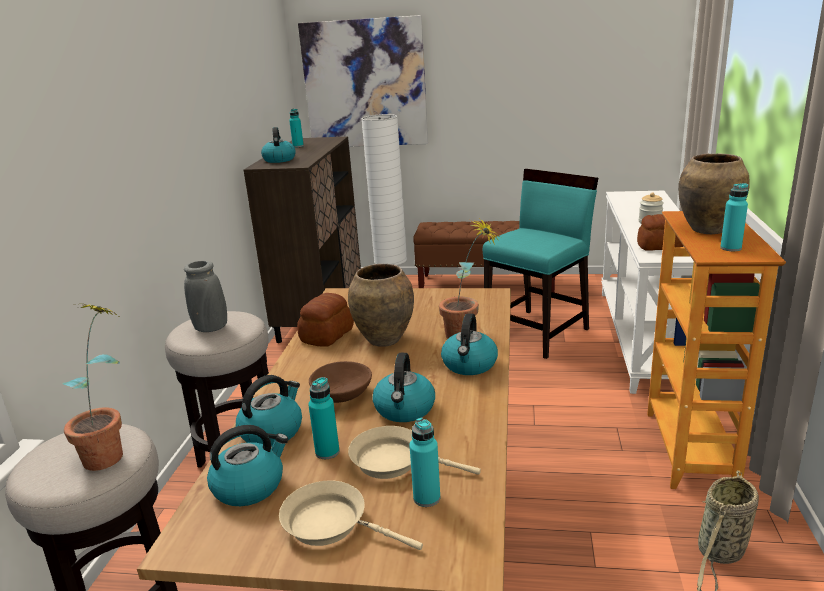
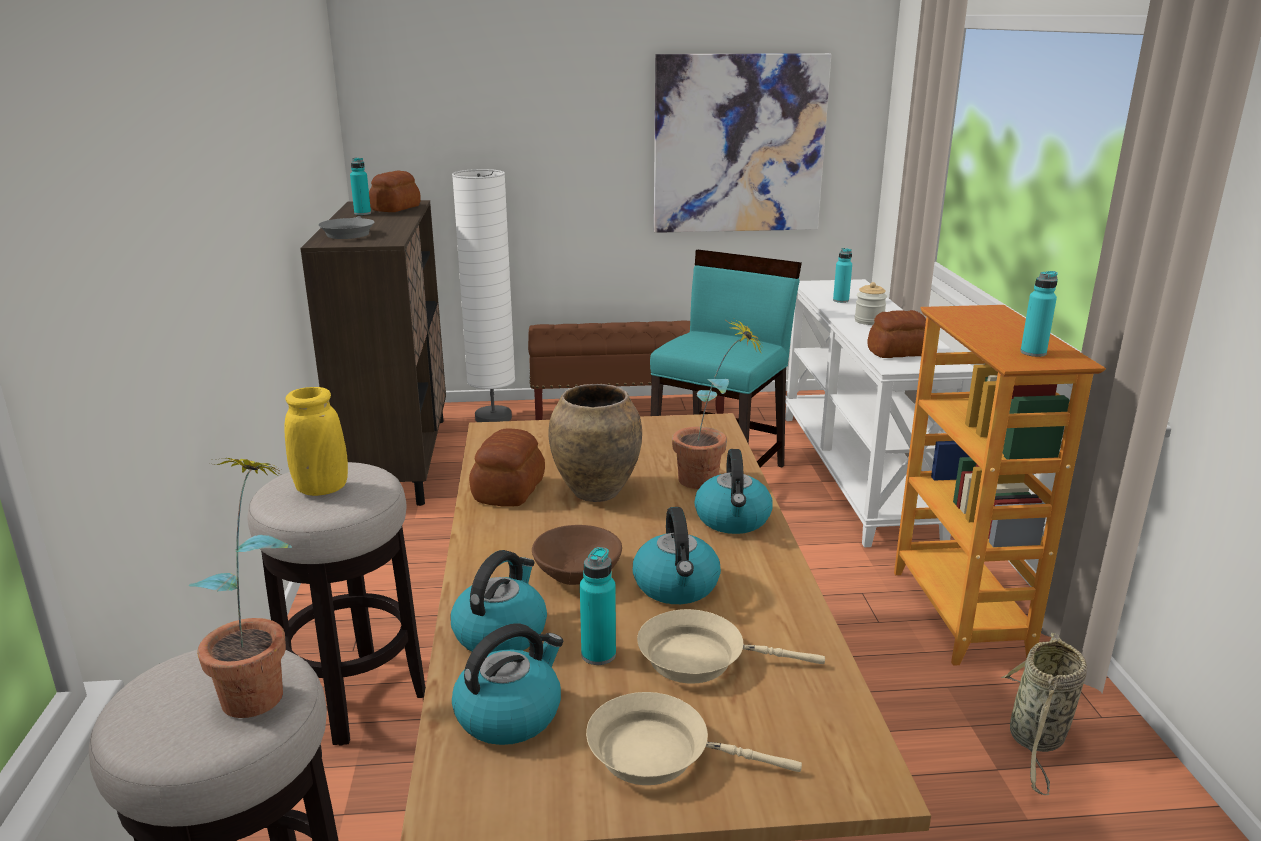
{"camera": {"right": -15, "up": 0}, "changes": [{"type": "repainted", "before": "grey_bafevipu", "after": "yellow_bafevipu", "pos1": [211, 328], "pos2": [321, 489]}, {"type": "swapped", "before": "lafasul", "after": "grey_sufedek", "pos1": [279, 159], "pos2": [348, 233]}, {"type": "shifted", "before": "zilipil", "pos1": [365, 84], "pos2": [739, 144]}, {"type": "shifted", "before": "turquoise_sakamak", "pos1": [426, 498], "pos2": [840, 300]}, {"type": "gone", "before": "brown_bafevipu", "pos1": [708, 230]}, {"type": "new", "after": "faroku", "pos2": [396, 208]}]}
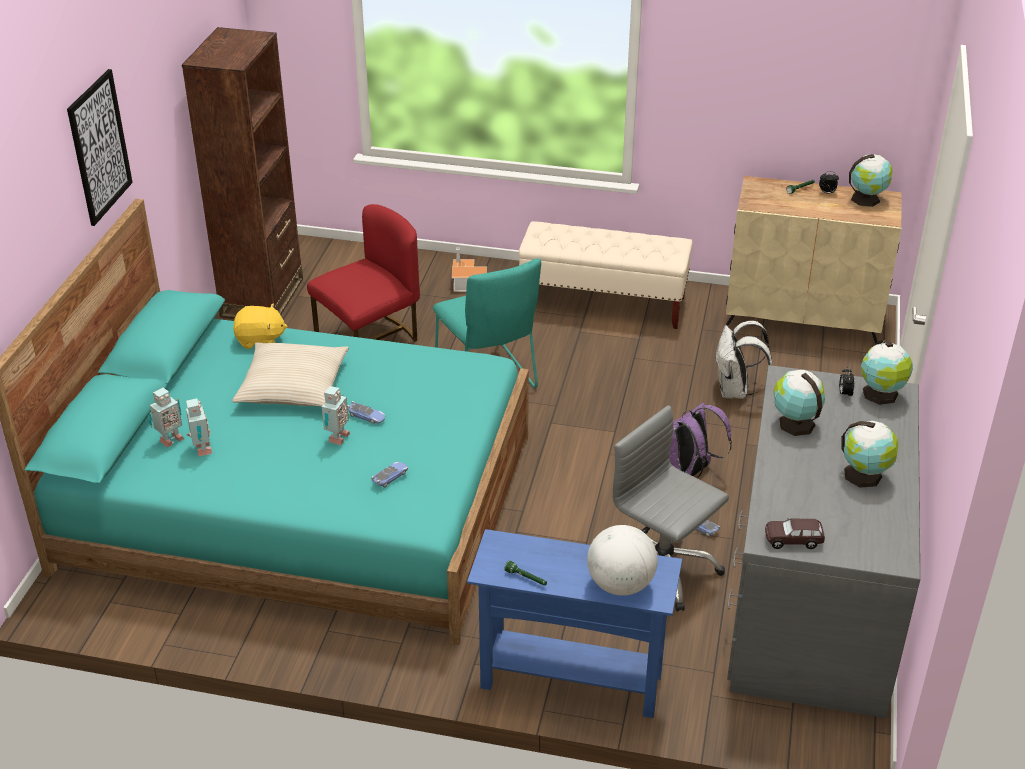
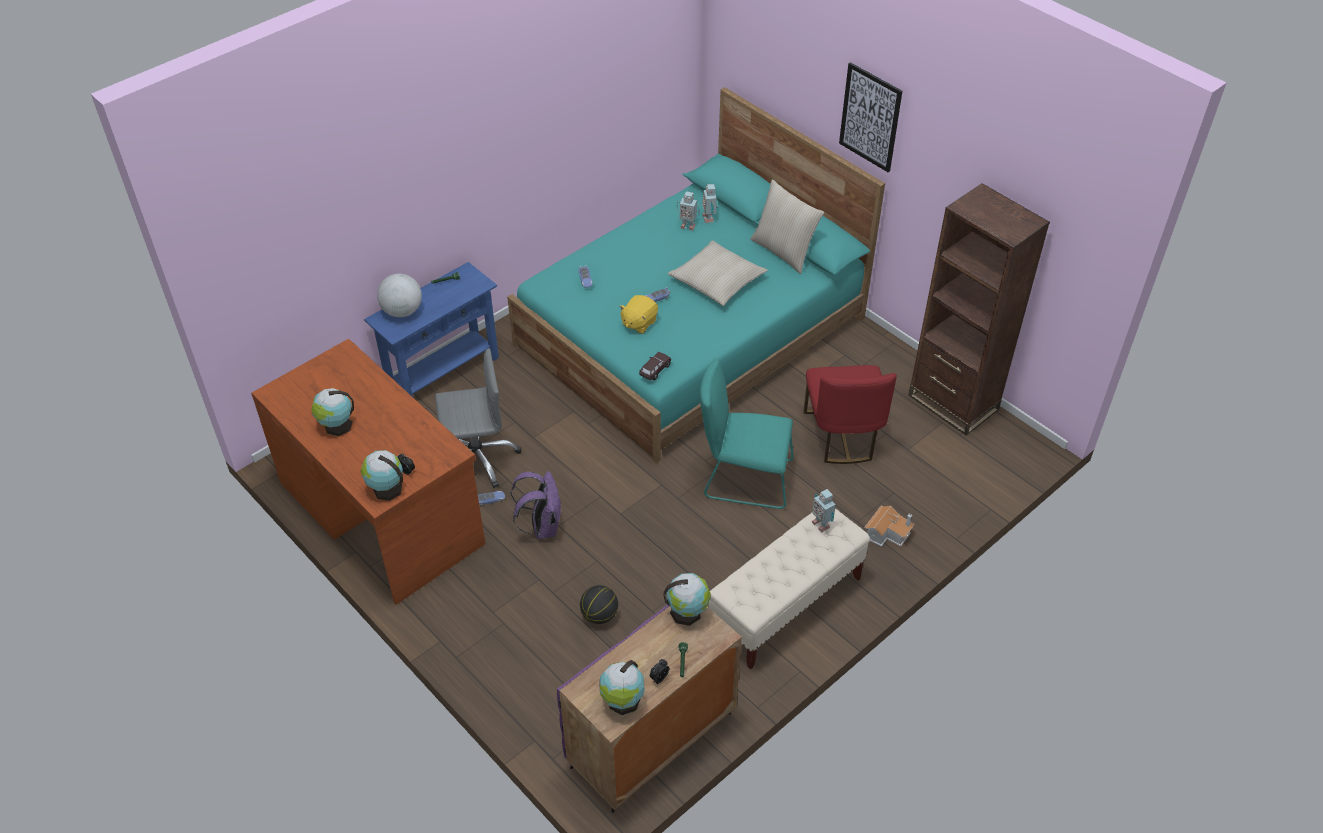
{"camera": {"right": 125, "up": 10}, "changes": [{"type": "shifted", "before": "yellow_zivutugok", "pos1": [260, 340], "pos2": [638, 323]}, {"type": "shifted", "before": "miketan", "pos1": [337, 438], "pos2": [821, 524]}, {"type": "swapped", "before": "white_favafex", "after": "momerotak", "pos1": [735, 391], "pos2": [599, 615]}, {"type": "repainted", "before": "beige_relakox", "after": "purple_relakox", "pos1": [803, 317], "pos2": [651, 741]}, {"type": "repainted", "before": "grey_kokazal", "after": "brown_kokazal", "pos1": [812, 600], "pos2": [382, 511]}, {"type": "shifted", "before": "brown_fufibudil", "pos1": [793, 540], "pos2": [655, 370]}, {"type": "shifted", "before": "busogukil", "pos1": [794, 423], "pos2": [687, 612]}, {"type": "new", "after": "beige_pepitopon", "pos2": [784, 251]}]}
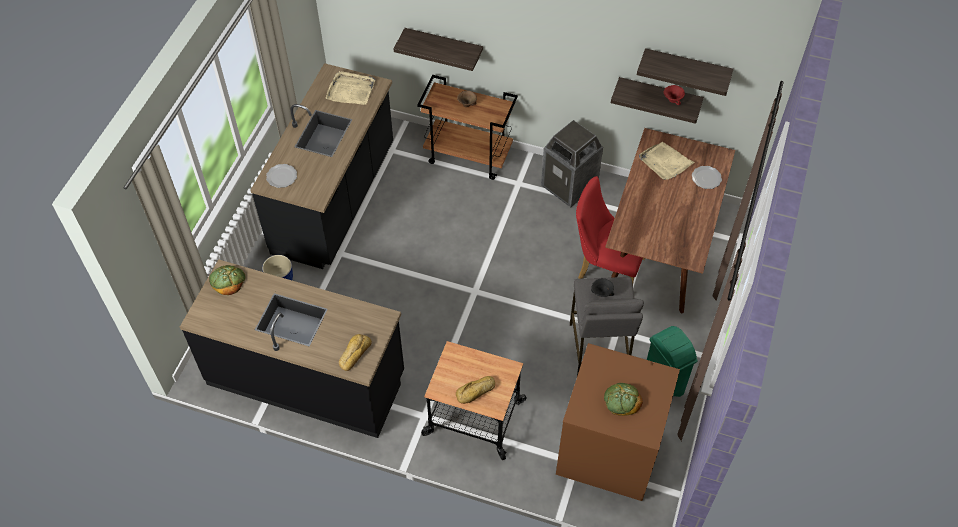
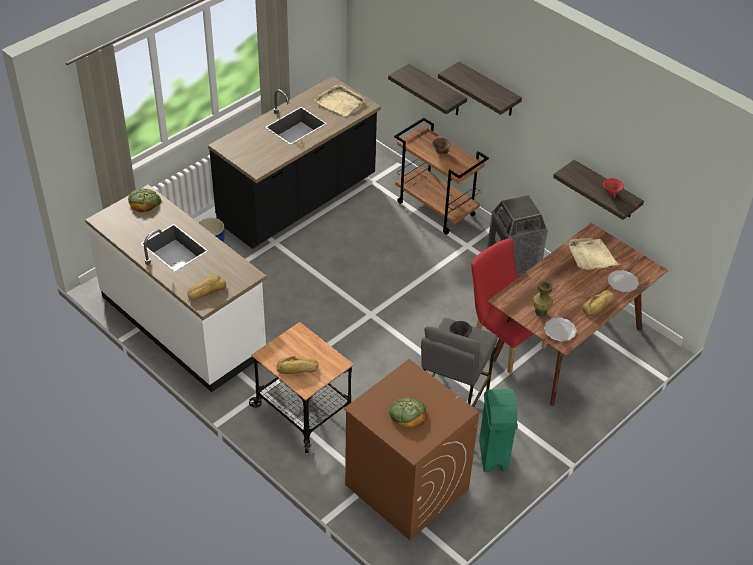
{"camera": {"right": 25, "up": -10}, "changes": [{"type": "repainted", "before": "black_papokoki", "after": "white_papokoki", "pos1": [306, 378], "pos2": [184, 324]}, {"type": "shifted", "before": "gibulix", "pos1": [281, 176], "pos2": [559, 330]}, {"type": "shifted", "before": "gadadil", "pos1": [686, 69], "pos2": [488, 90]}, {"type": "new", "after": "green_bafevipu", "pos2": [540, 312]}, {"type": "new", "after": "faroku", "pos2": [599, 306]}]}
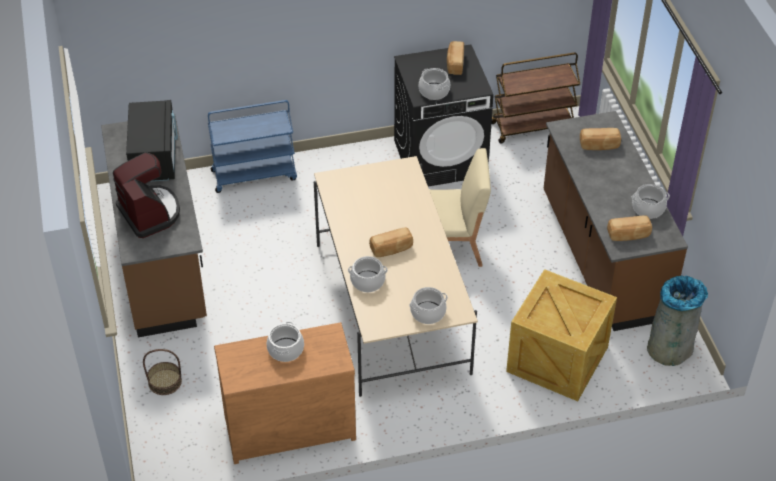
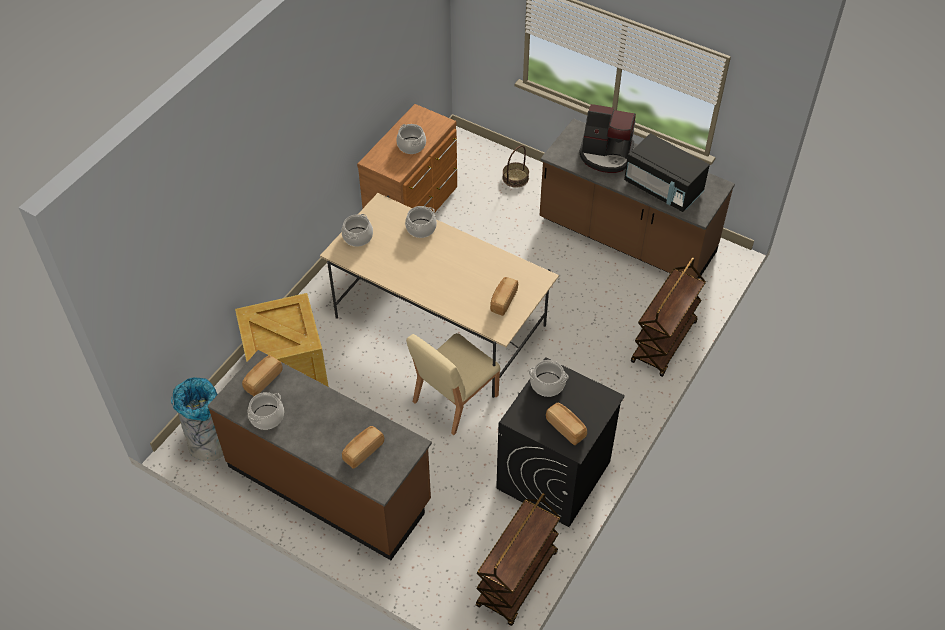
{"camera": {"right": 135, "up": 5}, "changes": [{"type": "repainted", "before": "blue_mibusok", "after": "brown_mibusok", "pos1": [254, 174], "pos2": [664, 343]}, {"type": "shifted", "before": "faroku", "pos1": [391, 249], "pos2": [503, 301]}]}
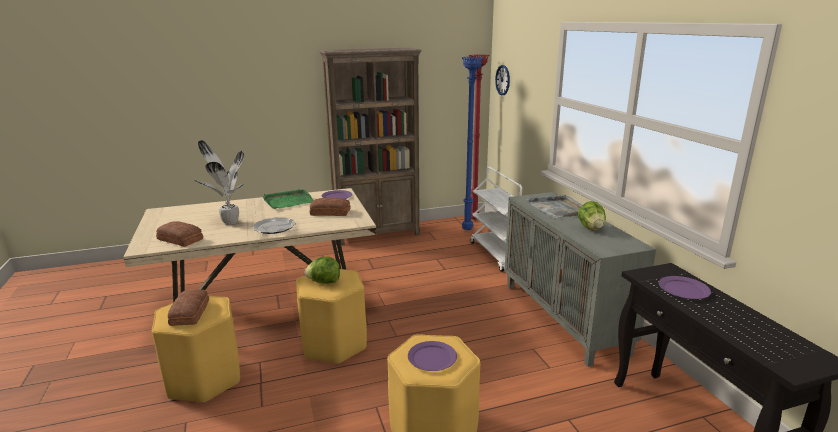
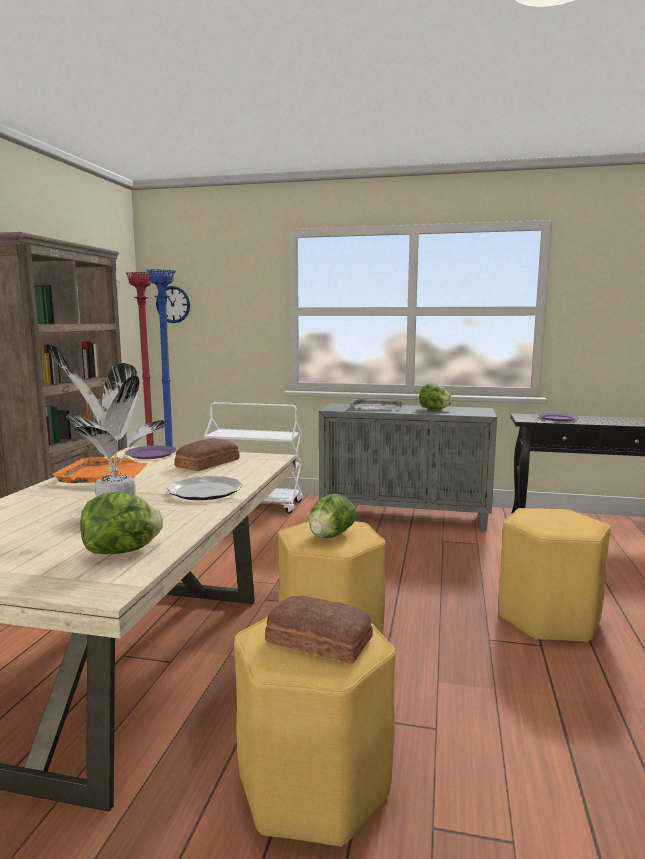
{"camera": {"right": -60, "up": -10}, "changes": [{"type": "swapped", "before": "faroku", "after": "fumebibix", "pos1": [180, 239], "pos2": [122, 551]}, {"type": "repainted", "before": "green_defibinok", "after": "orange_defibinok", "pos1": [288, 201], "pos2": [104, 474]}, {"type": "gone", "before": "purple_gibulix", "pos1": [432, 358]}]}
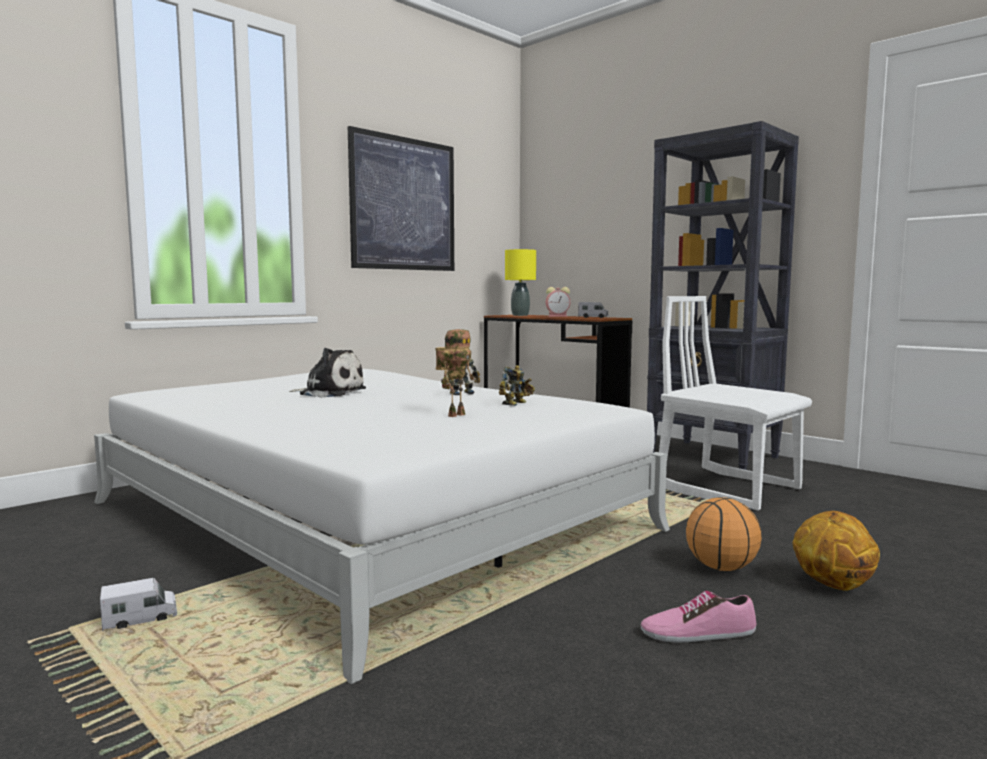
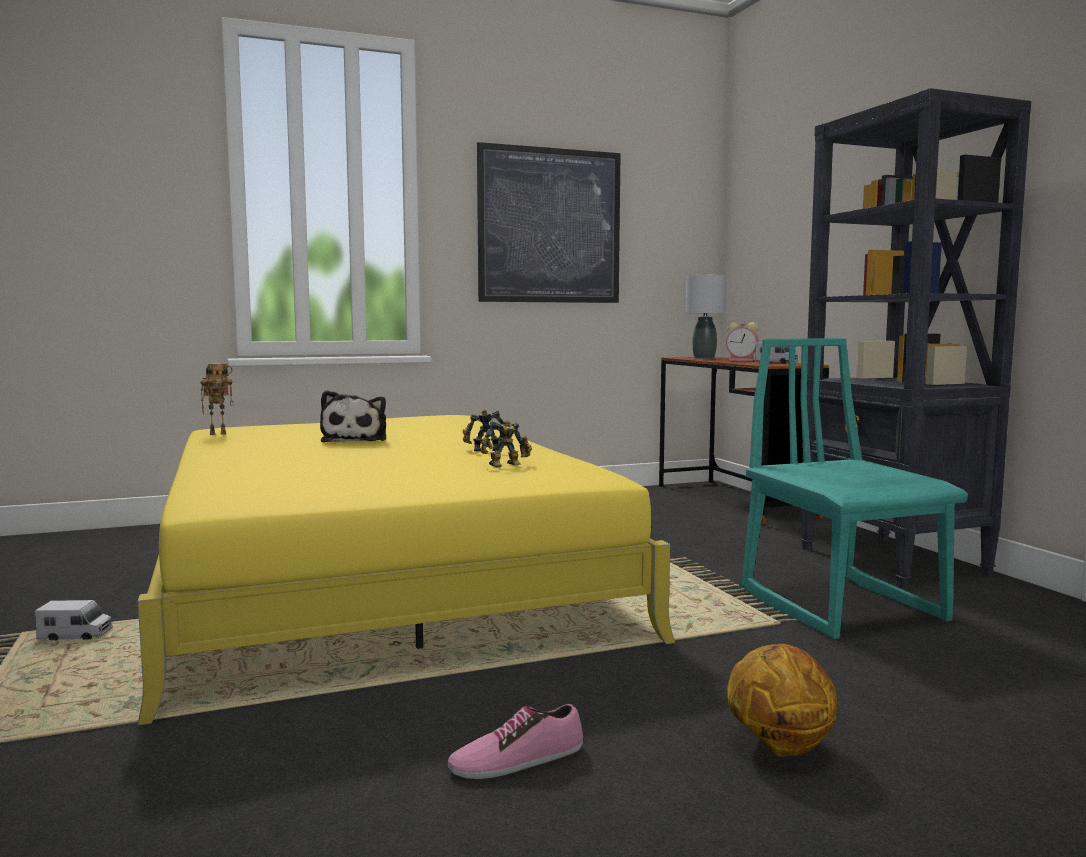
{"camera": {"right": 25, "up": 0}, "changes": [{"type": "repainted", "before": "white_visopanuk", "after": "yellow_visopanuk", "pos1": [364, 515], "pos2": [376, 575]}, {"type": "rotated", "before": "zivutugok", "pos1": [330, 393], "pos2": [356, 440], "turn": 45}, {"type": "shifted", "before": "miketan", "pos1": [456, 415], "pos2": [219, 434]}, {"type": "repainted", "before": "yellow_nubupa", "after": "grey_nubupa", "pos1": [520, 315], "pos2": [703, 358]}, {"type": "rotated", "before": "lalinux", "pos1": [697, 632], "pos2": [516, 759], "turn": -45}, {"type": "repainted", "before": "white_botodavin", "after": "turquoise_botodavin", "pos1": [729, 488], "pos2": [843, 606]}, {"type": "gone", "before": "momerotak", "pos1": [722, 568]}]}
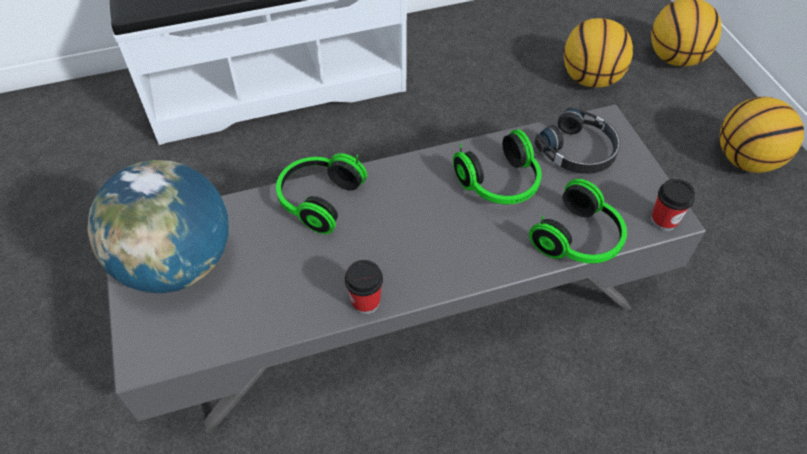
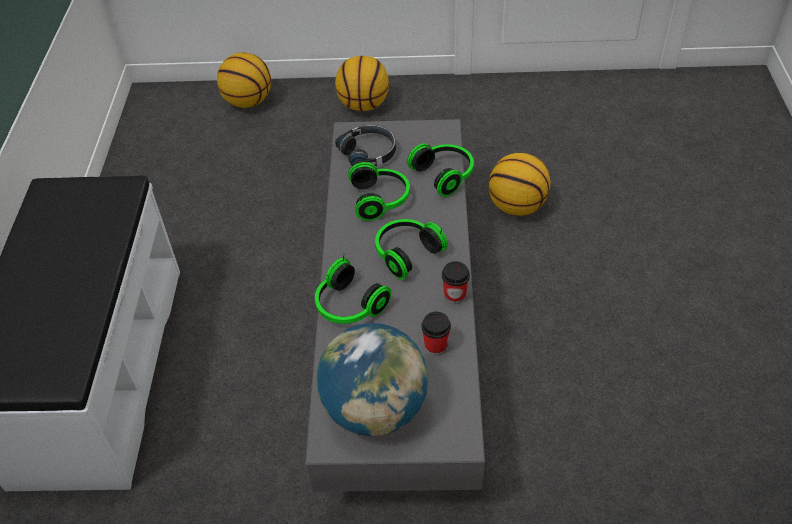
{"camera": {"right": -70, "up": -5}, "changes": [{"type": "shifted", "before": "momerotak", "pos1": [590, 79], "pos2": [517, 206]}, {"type": "shifted", "before": "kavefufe", "pos1": [664, 220], "pos2": [436, 346]}, {"type": "new", "after": "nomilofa", "pos2": [406, 253]}]}
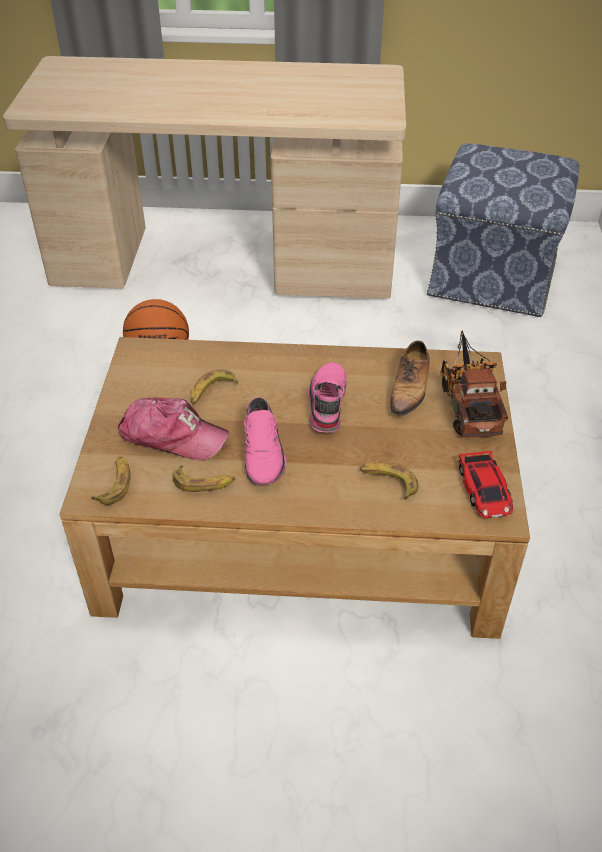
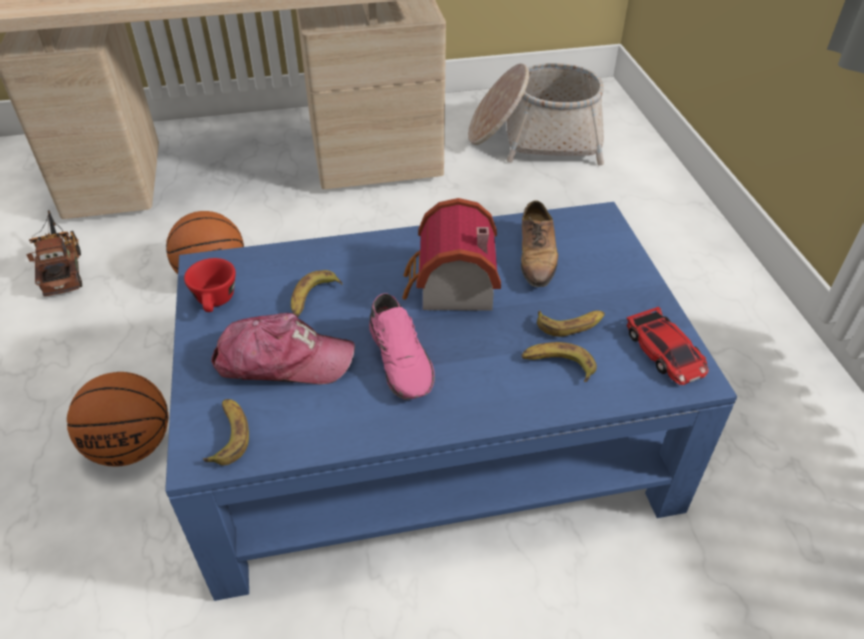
{"camera": {"right": -15, "up": 0}, "changes": [{"type": "repainted", "before": "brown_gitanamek", "after": "blue_gitanamek", "pos1": [302, 529], "pos2": [433, 437]}, {"type": "shifted", "before": "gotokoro", "pos1": [204, 483], "pos2": [570, 324]}, {"type": "swapped", "before": "pink_lalinux", "after": "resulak", "pos1": [325, 403], "pos2": [450, 288]}, {"type": "swapped", "before": "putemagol", "after": "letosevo", "pos1": [493, 275], "pos2": [535, 138]}, {"type": "shifted", "before": "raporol", "pos1": [468, 402], "pos2": [63, 268]}, {"type": "new", "after": "momerotak", "pos2": [131, 446]}, {"type": "new", "after": "red_kavefufe", "pos2": [216, 302]}]}
